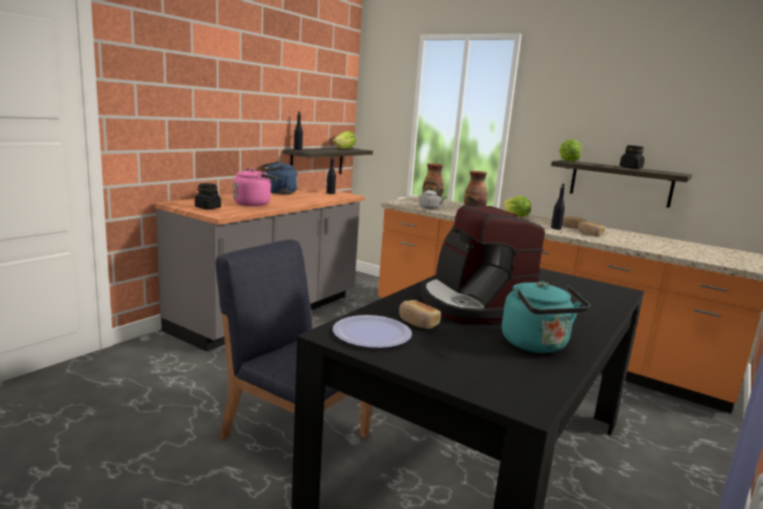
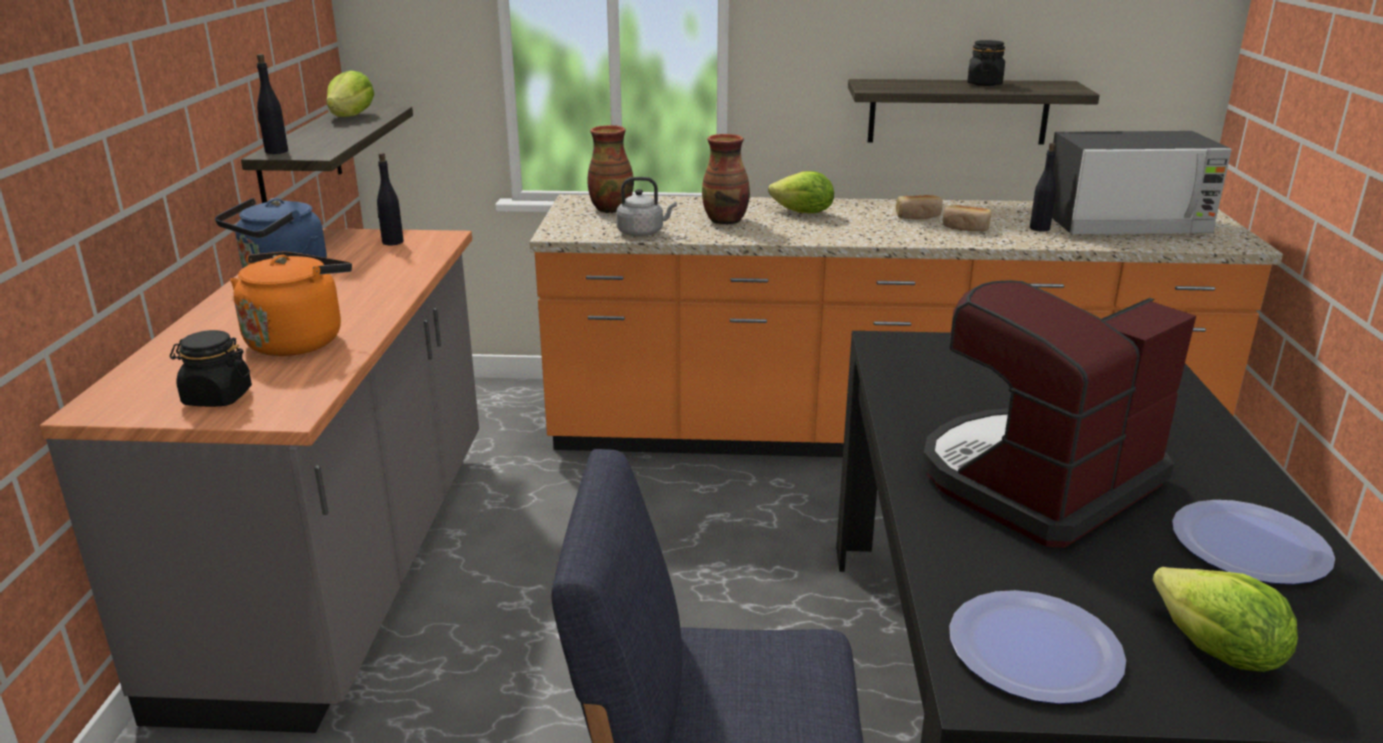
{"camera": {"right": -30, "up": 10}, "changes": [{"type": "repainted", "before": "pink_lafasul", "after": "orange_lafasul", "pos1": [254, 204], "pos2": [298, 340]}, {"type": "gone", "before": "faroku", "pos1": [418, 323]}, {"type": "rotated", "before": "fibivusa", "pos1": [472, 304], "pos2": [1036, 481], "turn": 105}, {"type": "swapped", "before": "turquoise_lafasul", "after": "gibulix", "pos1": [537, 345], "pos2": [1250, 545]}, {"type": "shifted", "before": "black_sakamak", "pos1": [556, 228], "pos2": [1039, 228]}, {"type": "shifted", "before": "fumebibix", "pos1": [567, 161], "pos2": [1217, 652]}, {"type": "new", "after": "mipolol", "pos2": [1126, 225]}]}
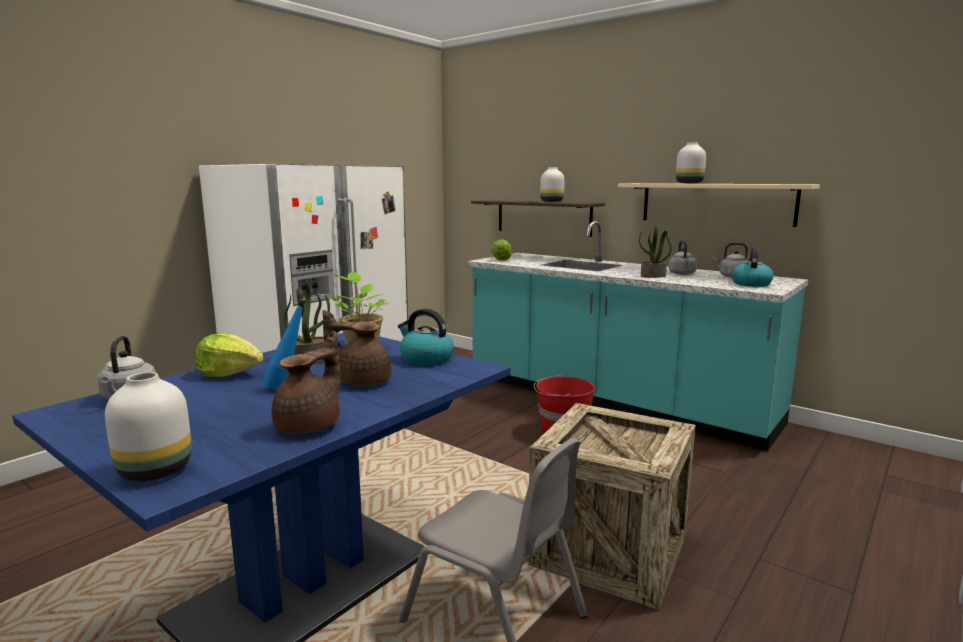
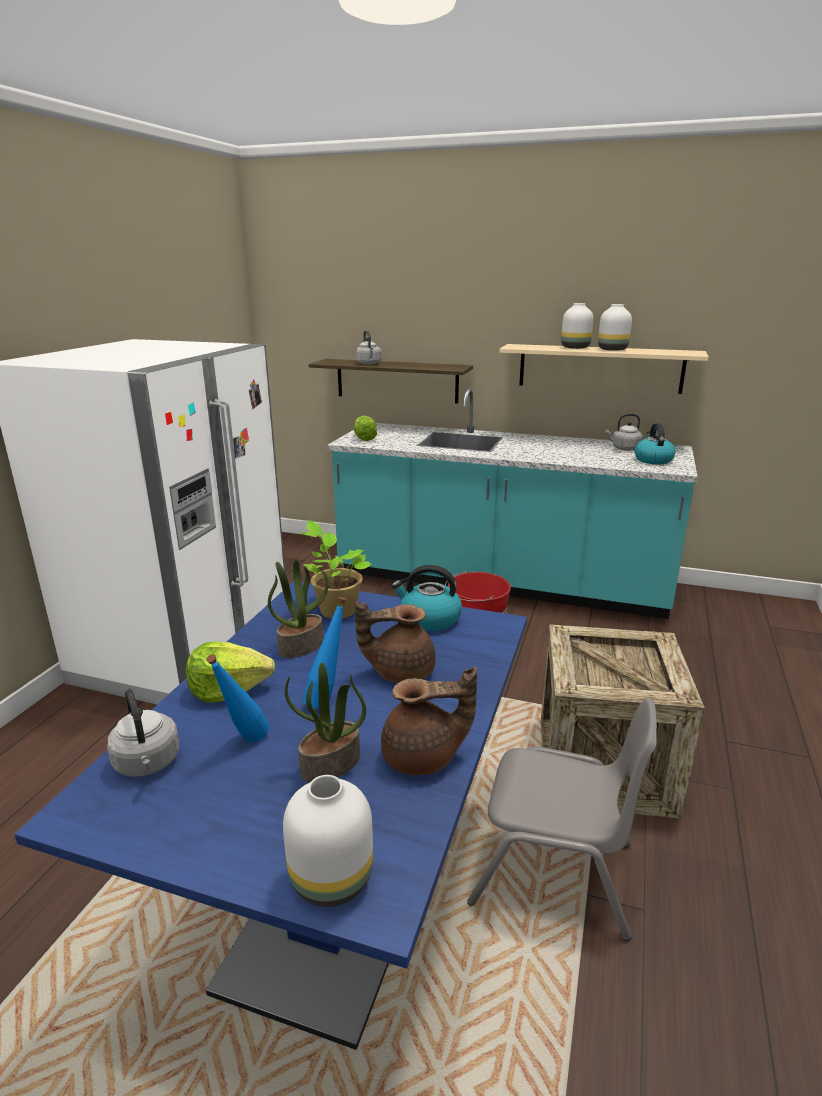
{"camera": {"right": -20, "up": 10}, "changes": [{"type": "rotated", "before": "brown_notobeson", "pos1": [311, 425], "pos2": [423, 758], "turn": 75}, {"type": "shifted", "before": "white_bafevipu", "pos1": [551, 201], "pos2": [612, 349]}, {"type": "shifted", "before": "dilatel", "pos1": [653, 276], "pos2": [330, 765]}, {"type": "shifted", "before": "grey_lafasul", "pos1": [682, 274], "pos2": [369, 363]}, {"type": "new", "after": "blue_sakamak", "pos2": [244, 743]}]}
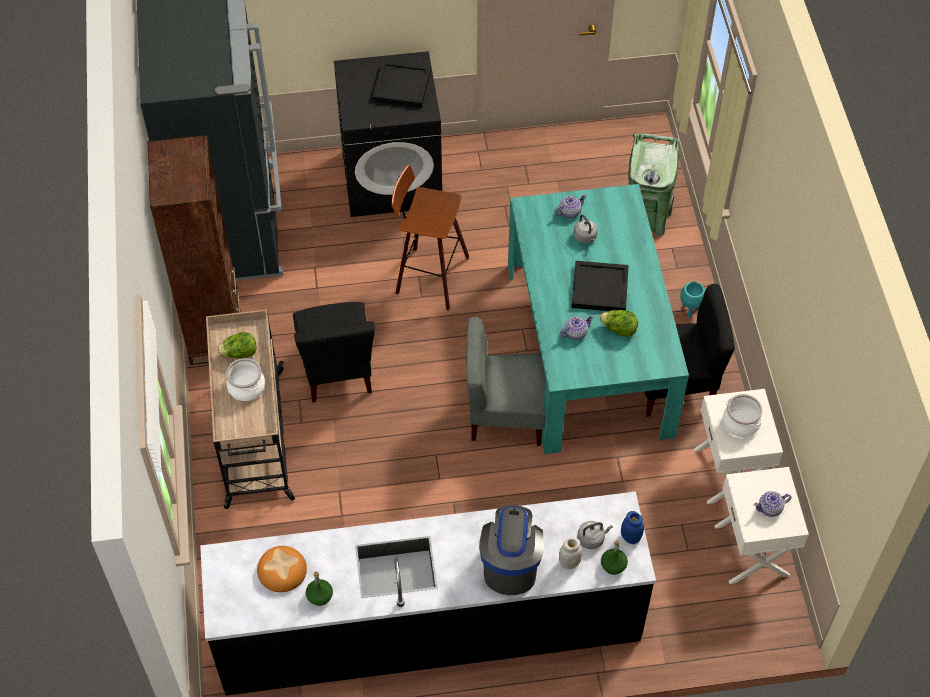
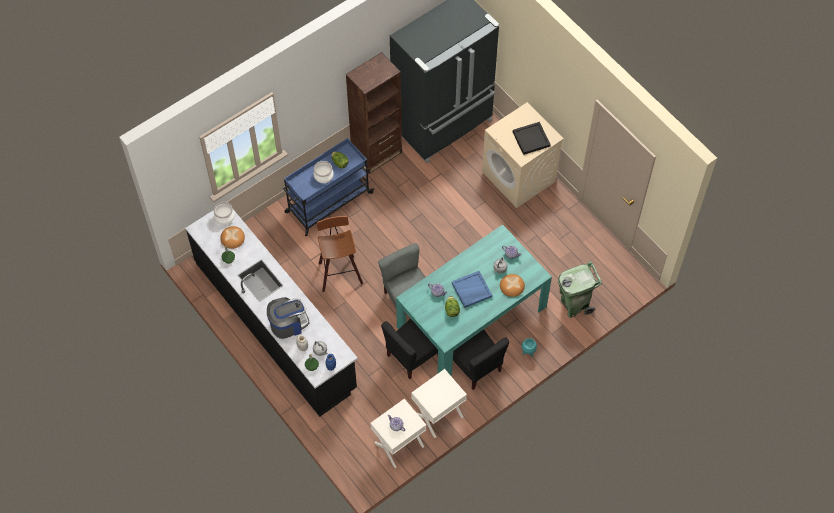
{"camera": {"right": 60, "up": 5}, "changes": [{"type": "repainted", "before": "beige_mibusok", "after": "blue_mibusok", "pos1": [254, 439], "pos2": [328, 203]}, {"type": "shifted", "before": "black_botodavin", "pos1": [337, 370], "pos2": [413, 356]}, {"type": "repainted", "before": "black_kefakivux", "after": "beige_kefakivux", "pos1": [392, 178], "pos2": [519, 177]}, {"type": "shifted", "before": "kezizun", "pos1": [429, 276], "pos2": [339, 272]}, {"type": "repainted", "before": "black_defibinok", "after": "blue_defibinok", "pos1": [600, 289], "pos2": [471, 290]}, {"type": "shifted", "before": "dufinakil", "pos1": [741, 422], "pos2": [225, 217]}, {"type": "new", "after": "faroku", "pos2": [511, 286]}]}
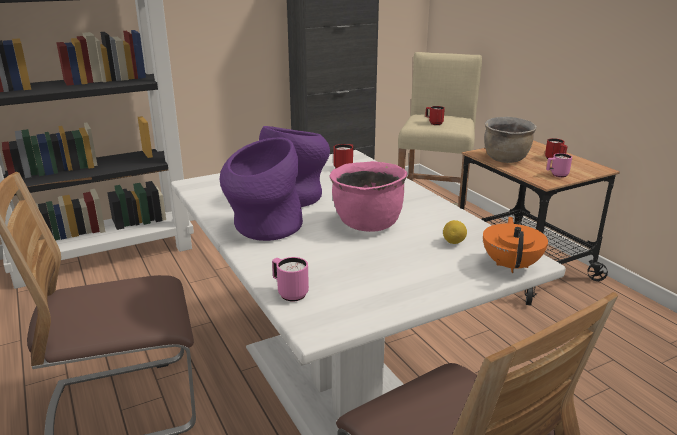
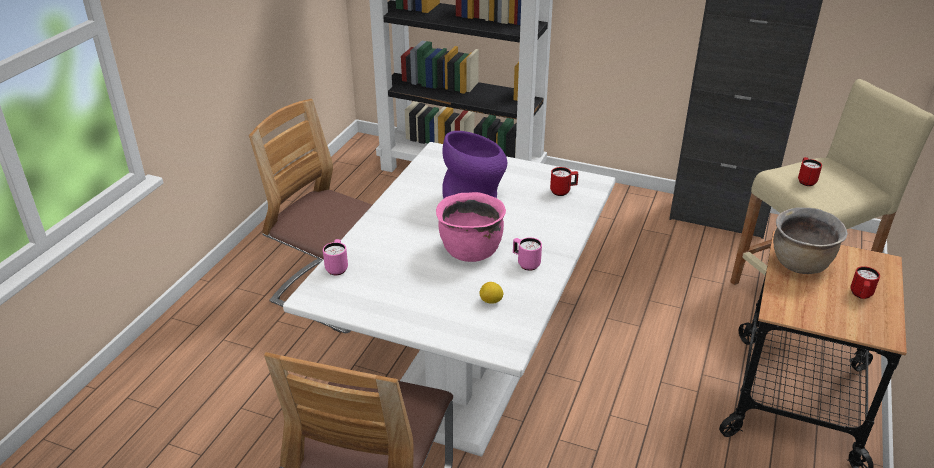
{"camera": {"right": 50, "up": 10}, "changes": [{"type": "gone", "before": "purple_bafevipu", "pos1": [263, 229]}, {"type": "gone", "before": "orange_notobeson", "pos1": [511, 265]}, {"type": "shifted", "before": "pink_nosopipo", "pos1": [556, 175], "pos2": [525, 264]}]}
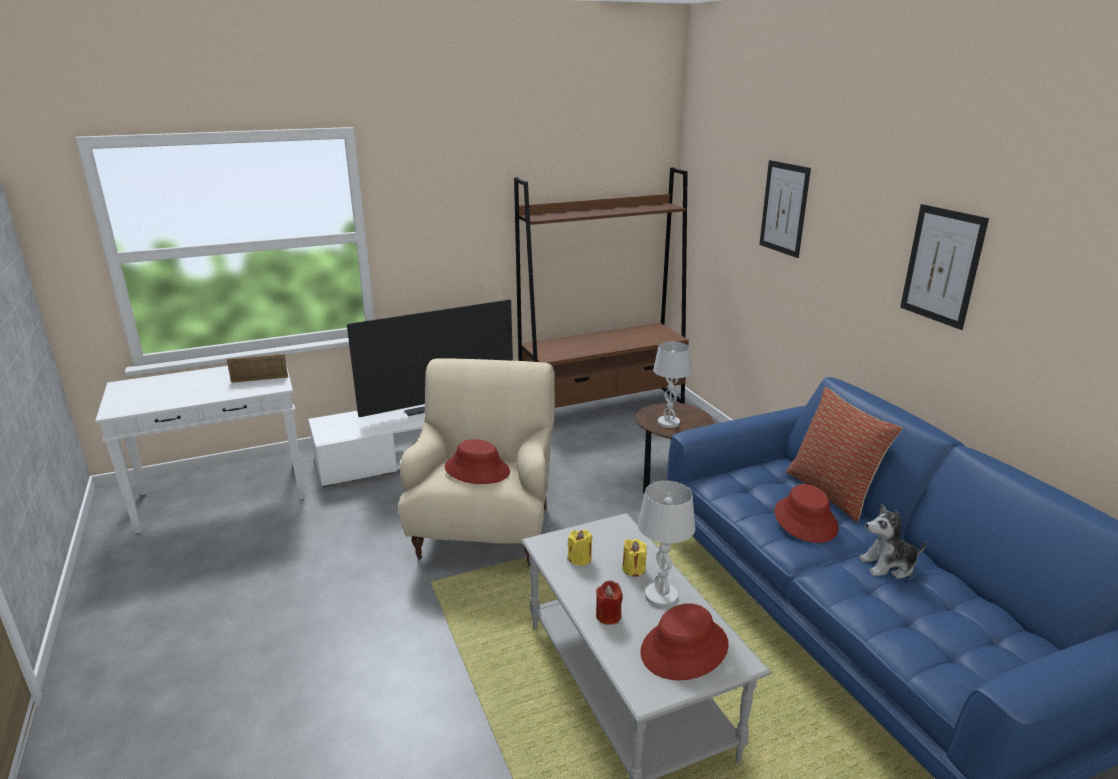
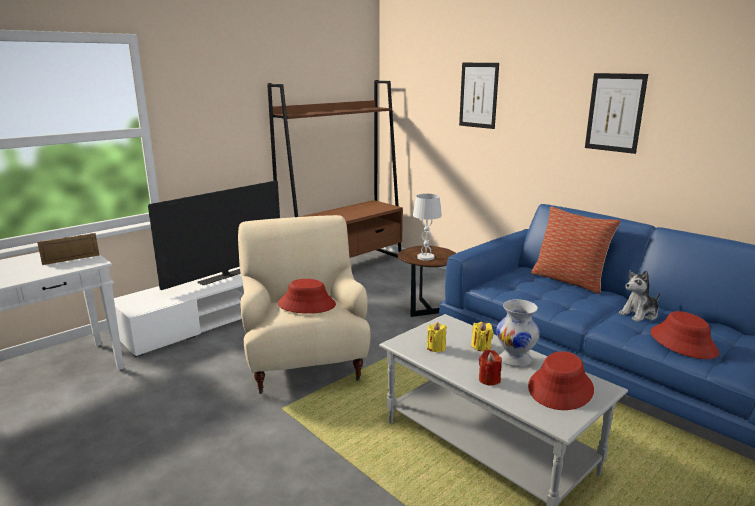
{"camera": {"right": -20, "up": -5}, "changes": [{"type": "swapped", "before": "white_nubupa", "after": "white_bafevipu", "pos1": [661, 596], "pos2": [515, 359]}, {"type": "shifted", "before": "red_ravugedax", "pos1": [806, 520], "pos2": [683, 342]}]}
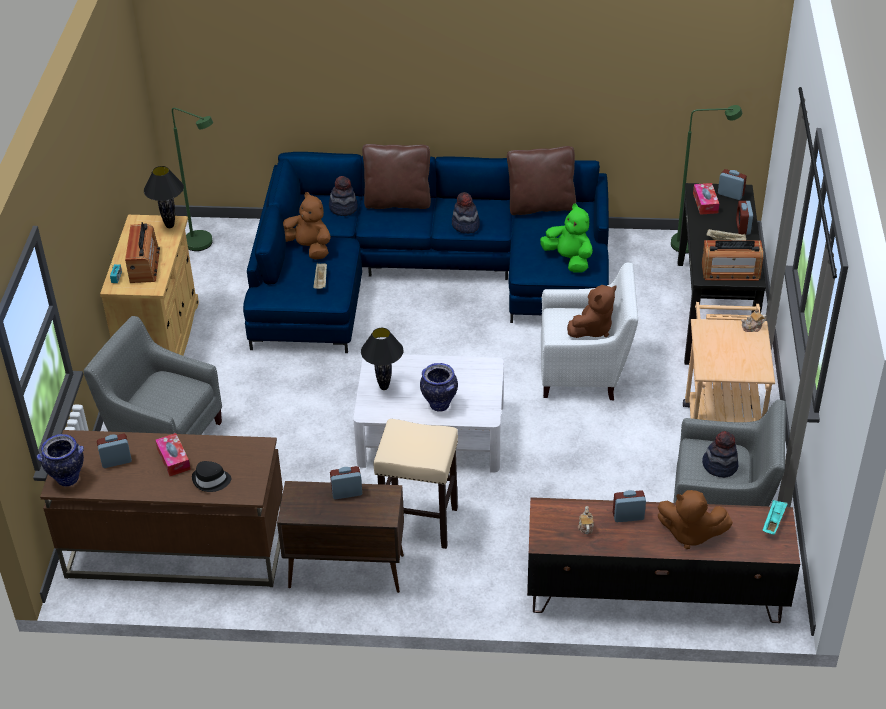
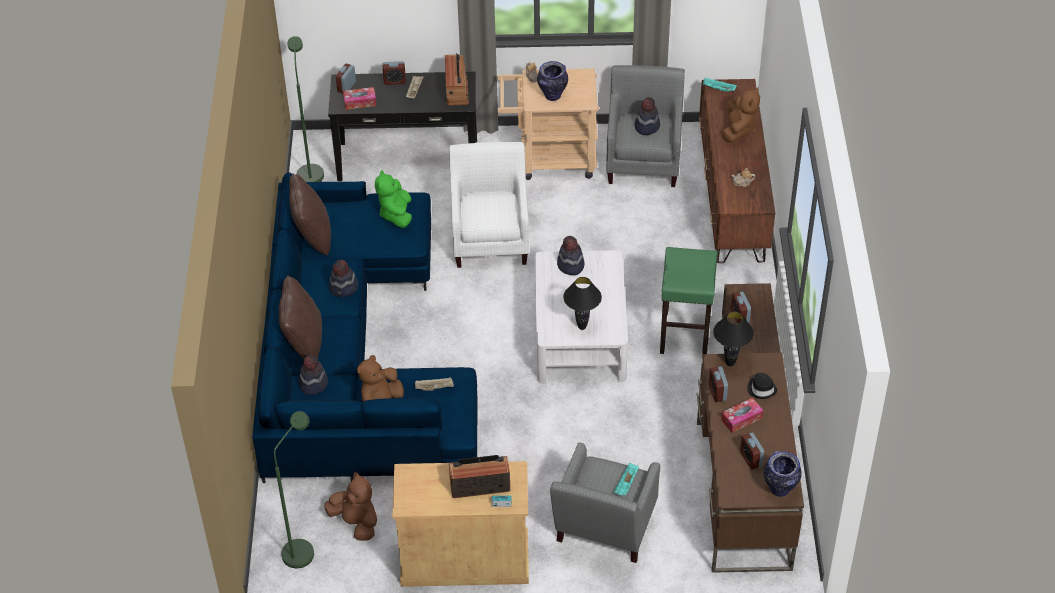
{"camera": {"right": -95, "up": 5}, "changes": [{"type": "shifted", "before": "black_nubupa", "pos1": [170, 226], "pos2": [729, 363]}, {"type": "repainted", "before": "beige_kezizun", "after": "green_kezizun", "pos1": [418, 523], "pos2": [685, 335]}, {"type": "shifted", "before": "bafevipu", "pos1": [439, 405], "pos2": [552, 96]}, {"type": "rotated", "before": "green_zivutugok", "pos1": [569, 259], "pos2": [396, 214], "turn": -45}, {"type": "shifted", "before": "brown_zivutugok", "pos1": [592, 329], "pos2": [356, 522]}, {"type": "shifted", "before": "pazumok", "pos1": [628, 516], "pos2": [717, 392]}, {"type": "new", "after": "ravugedax", "pos2": [570, 265]}, {"type": "new", "after": "turquoise_defibinok", "pos2": [626, 484]}]}
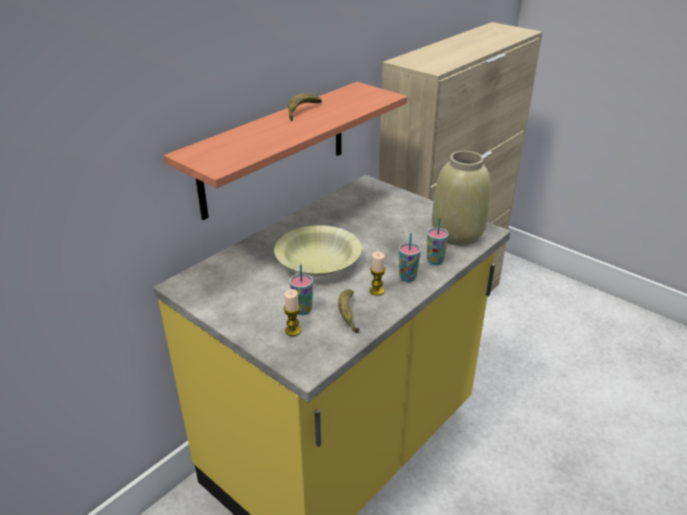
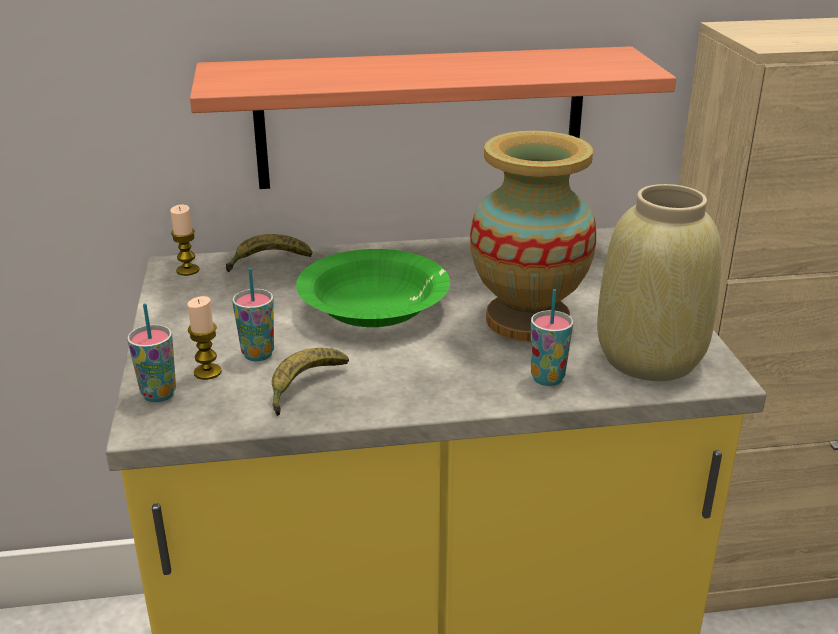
{"camera": {"right": 40, "up": -5}, "changes": [{"type": "repainted", "before": "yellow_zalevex", "after": "green_zalevex", "pos1": [318, 261], "pos2": [374, 307]}, {"type": "shifted", "before": "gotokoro", "pos1": [301, 112], "pos2": [268, 262]}, {"type": "shifted", "before": "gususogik", "pos1": [377, 291], "pos2": [187, 270]}, {"type": "shifted", "before": "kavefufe", "pos1": [407, 277], "pos2": [158, 394]}, {"type": "new", "after": "bafevipu", "pos2": [527, 320]}]}
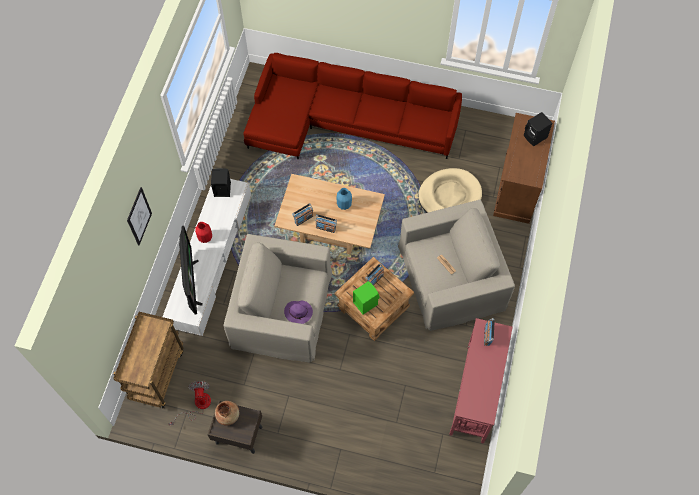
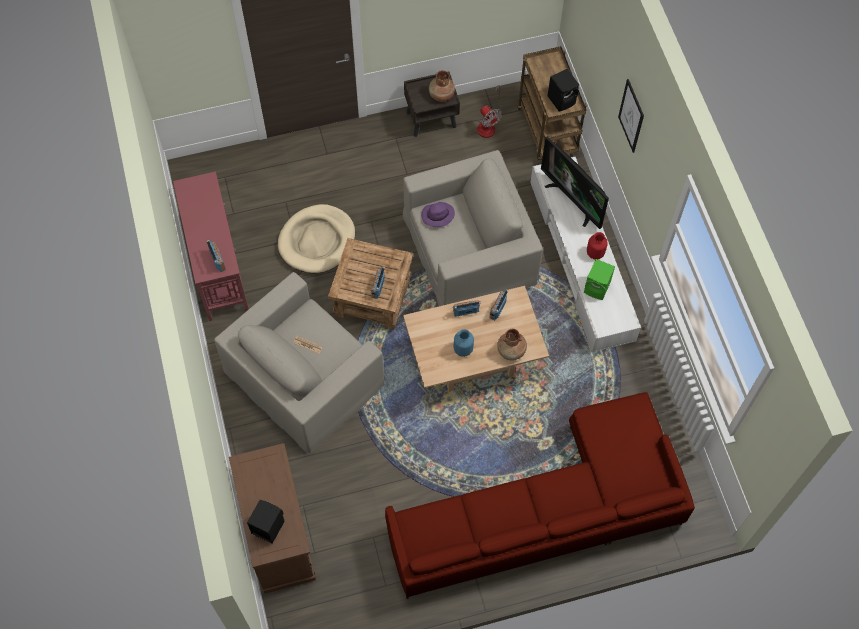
{"camera": {"right": 150, "up": 0}, "changes": [{"type": "shifted", "before": "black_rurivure", "pos1": [221, 189], "pos2": [562, 100]}, {"type": "shifted", "before": "green_rurivure", "pos1": [365, 302], "pos2": [598, 288]}, {"type": "shifted", "before": "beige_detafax", "pos1": [449, 195], "pos2": [317, 241]}, {"type": "new", "after": "brown_bafevipu", "pos2": [511, 351]}]}
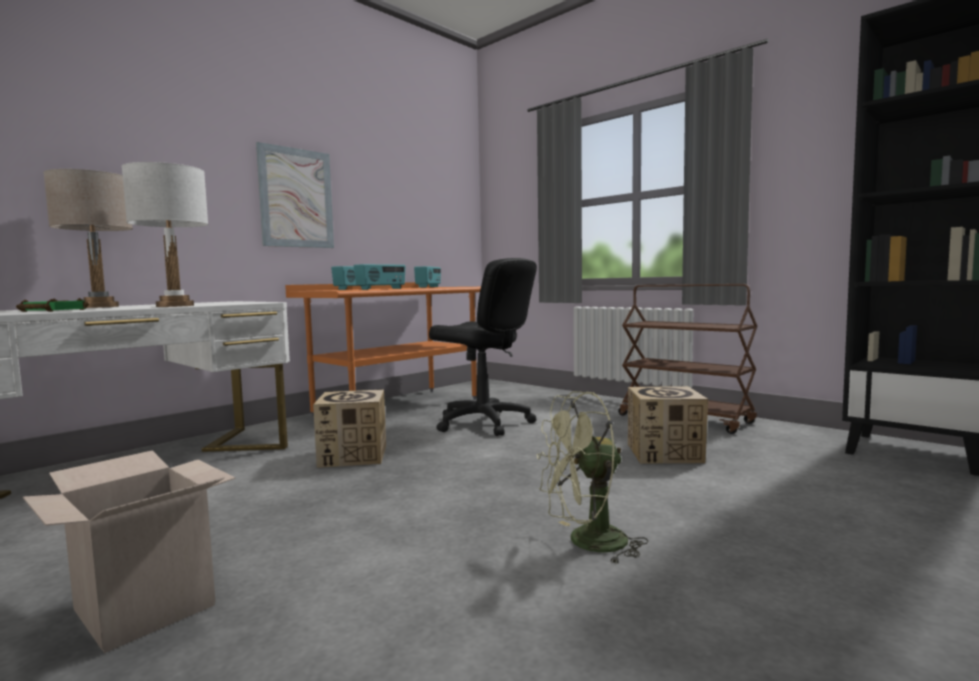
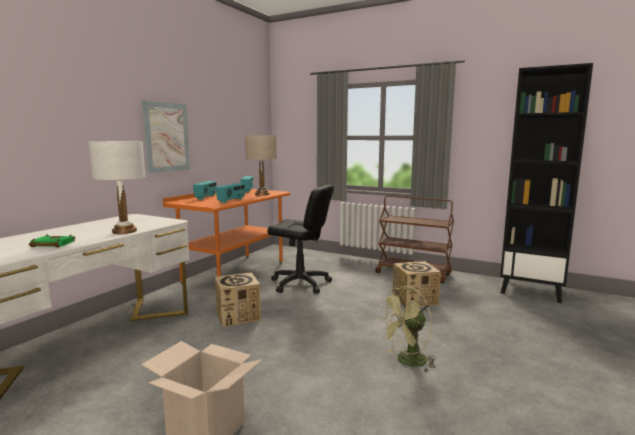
{"camera": {"right": -15, "up": 5}, "changes": [{"type": "shifted", "before": "beige_nubupa", "pos1": [99, 307], "pos2": [262, 194]}]}
